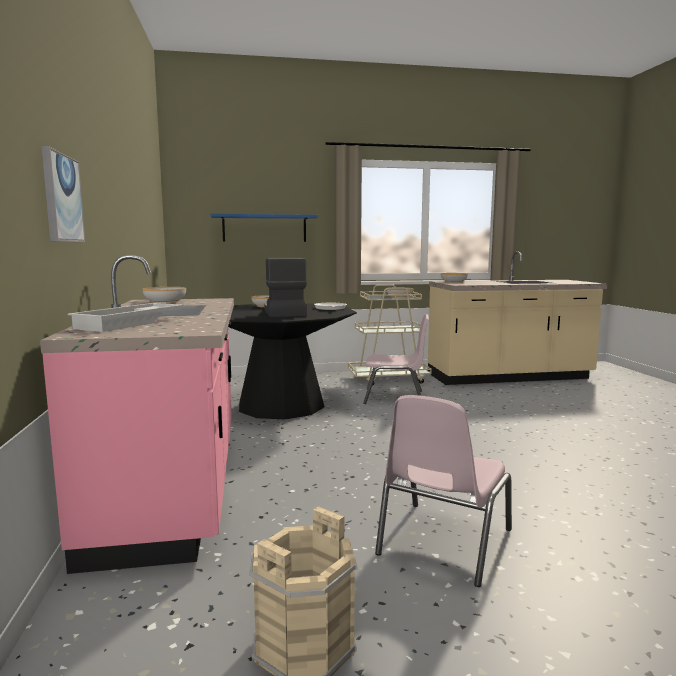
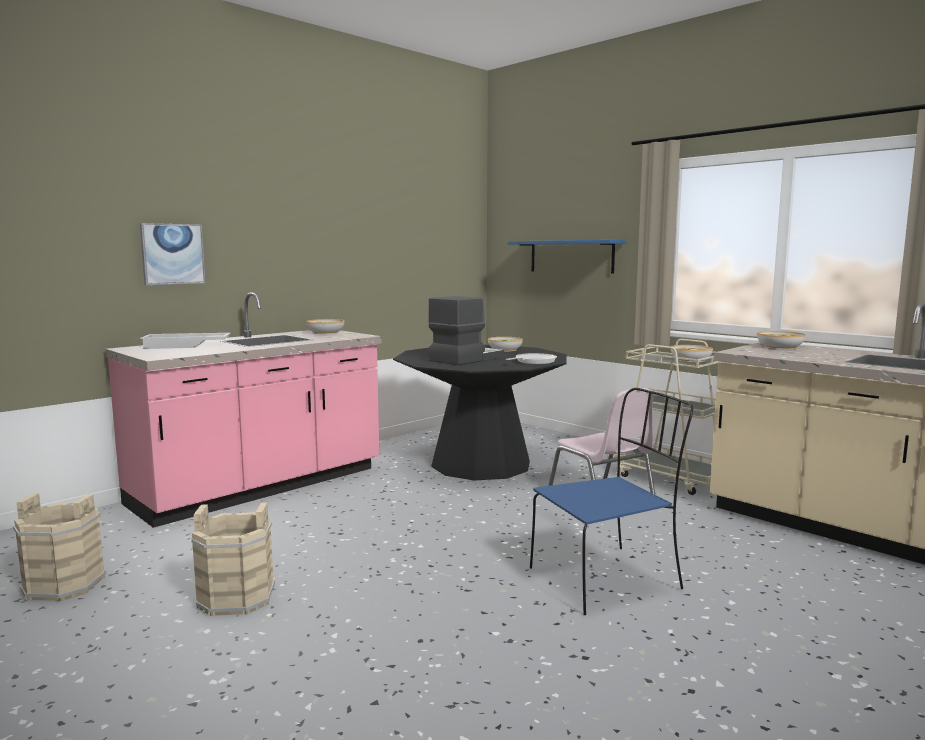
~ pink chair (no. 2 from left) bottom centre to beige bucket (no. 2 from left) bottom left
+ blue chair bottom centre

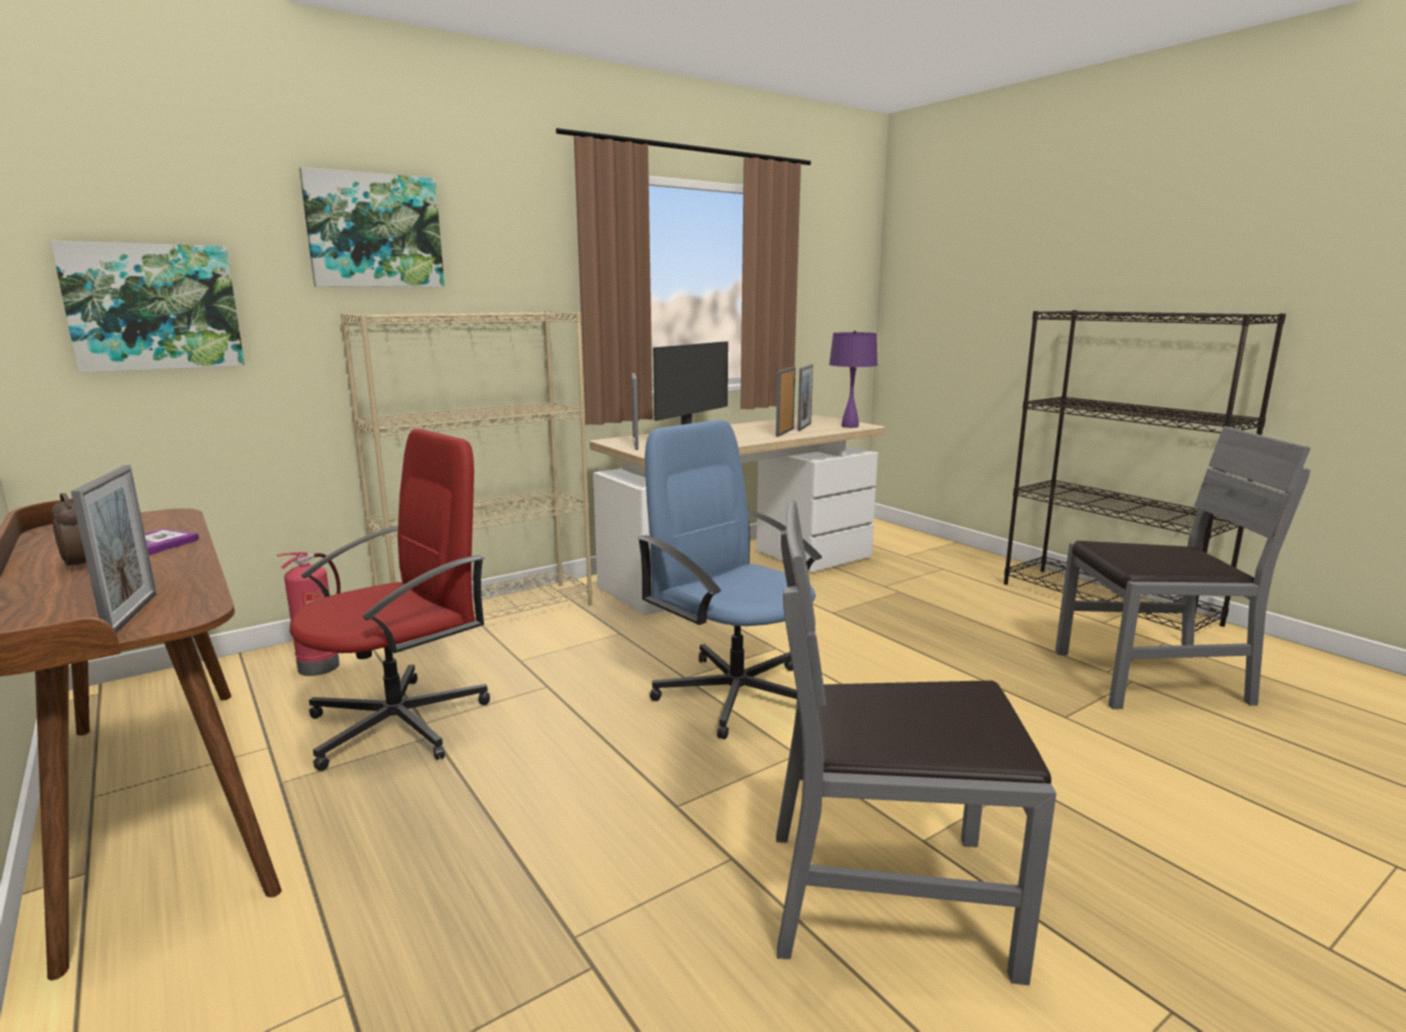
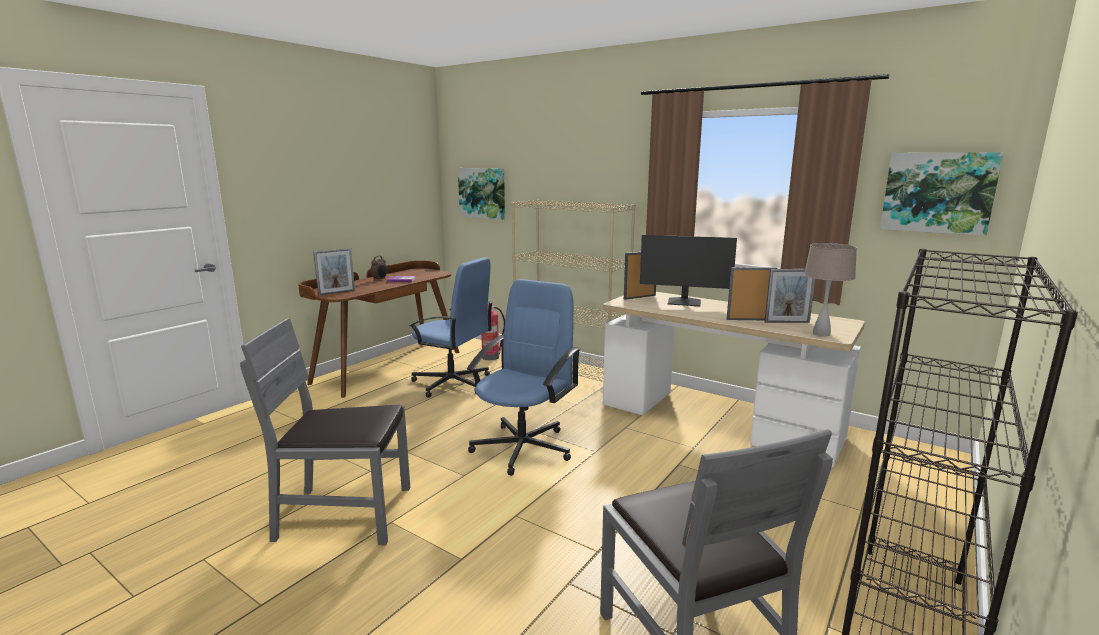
~ red office chair middle left to blue office chair (no. 1 from left) centre
~ picture (no. 2 from left) top left to top right
~ grey chair (no. 1 from left) bottom centre = bottom left 75 degrees counterclockwise
~ purple table lamp centre to beige table lamp middle right

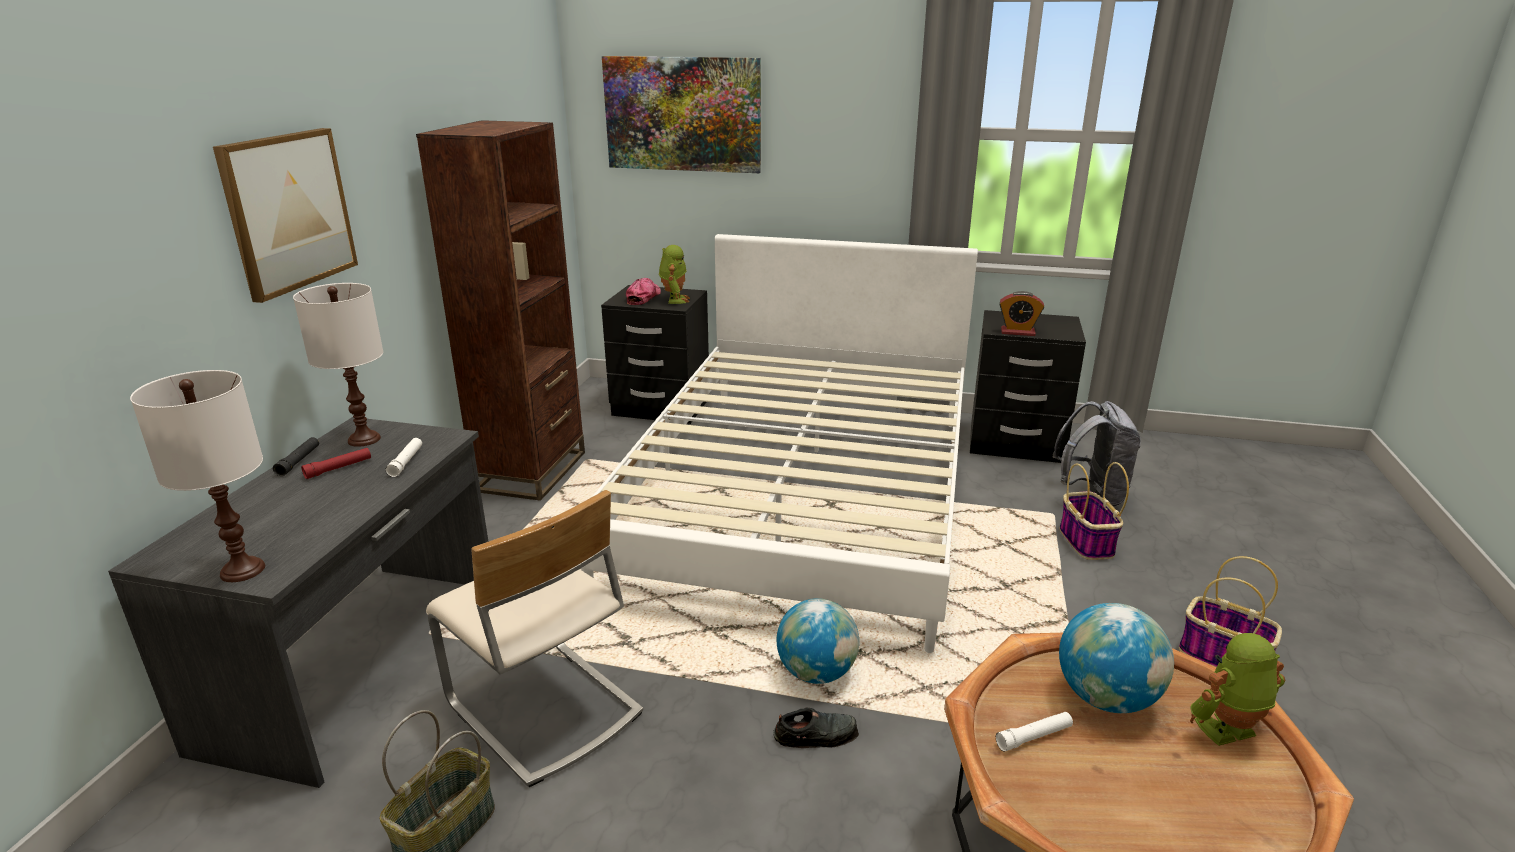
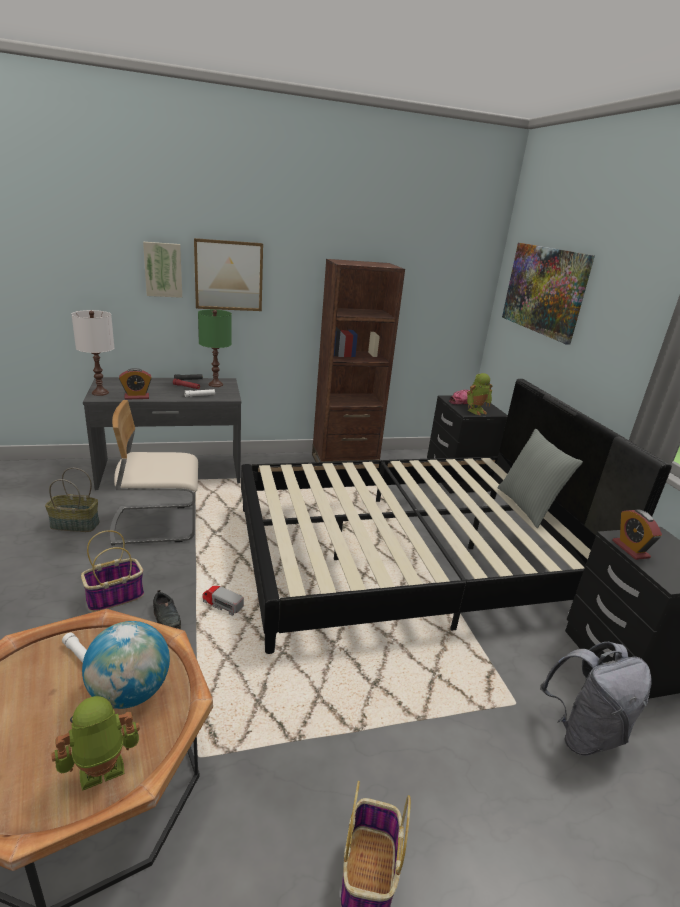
~ white table lamp (no. 2 from left) middle left to green table lamp middle left
~ beige chair bottom centre = middle left 60 degrees clockwise
~ white bed centre to black bed middle right
~ globe (no. 1 from left) bottom centre to toy truck middle left
~ basket (no. 2 from left) middle right to middle left
~ toy robot (no. 2 from left in the first image) bottom right = bottom left 75 degrees counterclockwise
+ alarm clock (no. 1 from left) middle left
+ picture (no. 1 from left) top left
+ grey pillow middle right

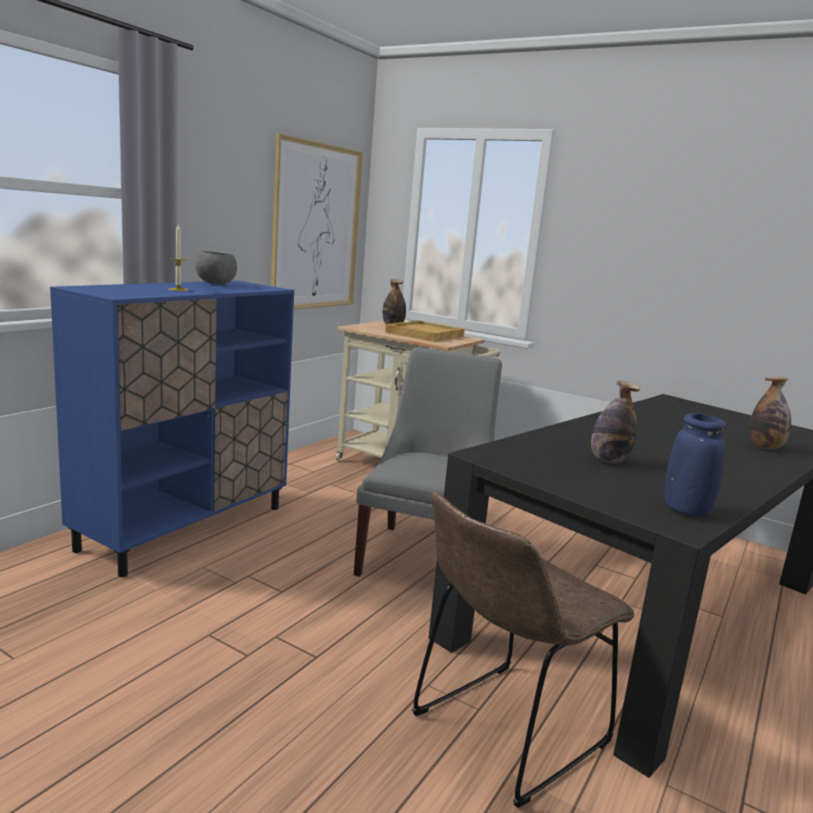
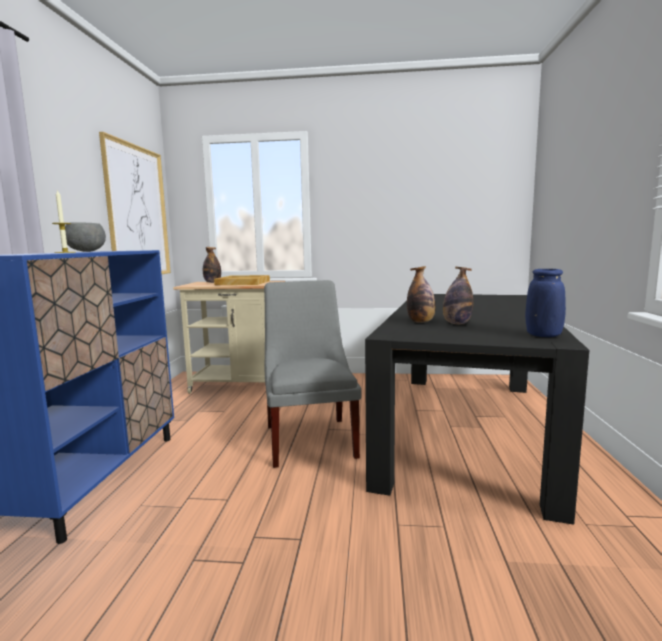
- brown chair bottom centre
~ bottle (no. 3 from left in the first image) middle right to bottle (no. 2 from left) centre

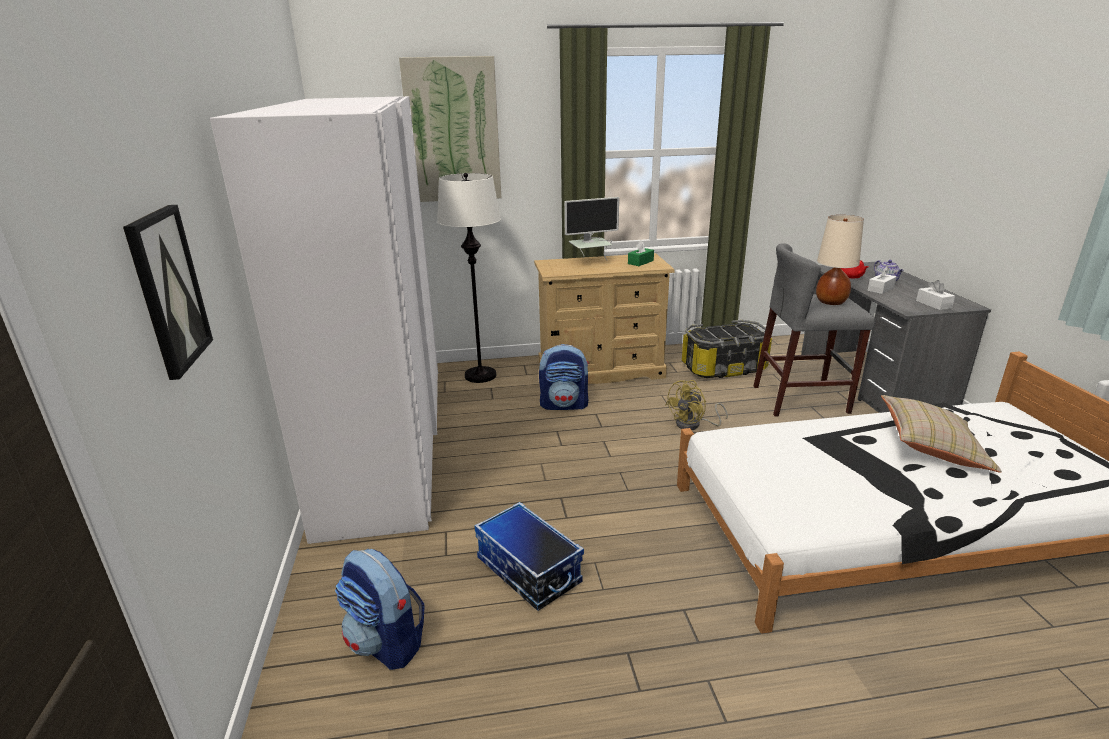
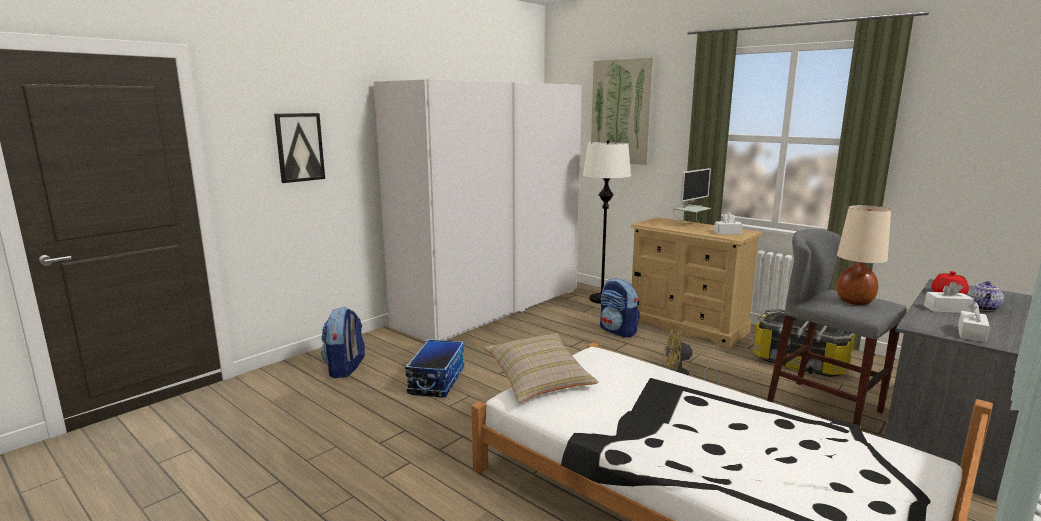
~ monitor top centre = centre 75 degrees counterclockwise
~ green tissue box centre to white tissue box (no. 1 from left) middle right
~ beige pillow middle right to bottom centre

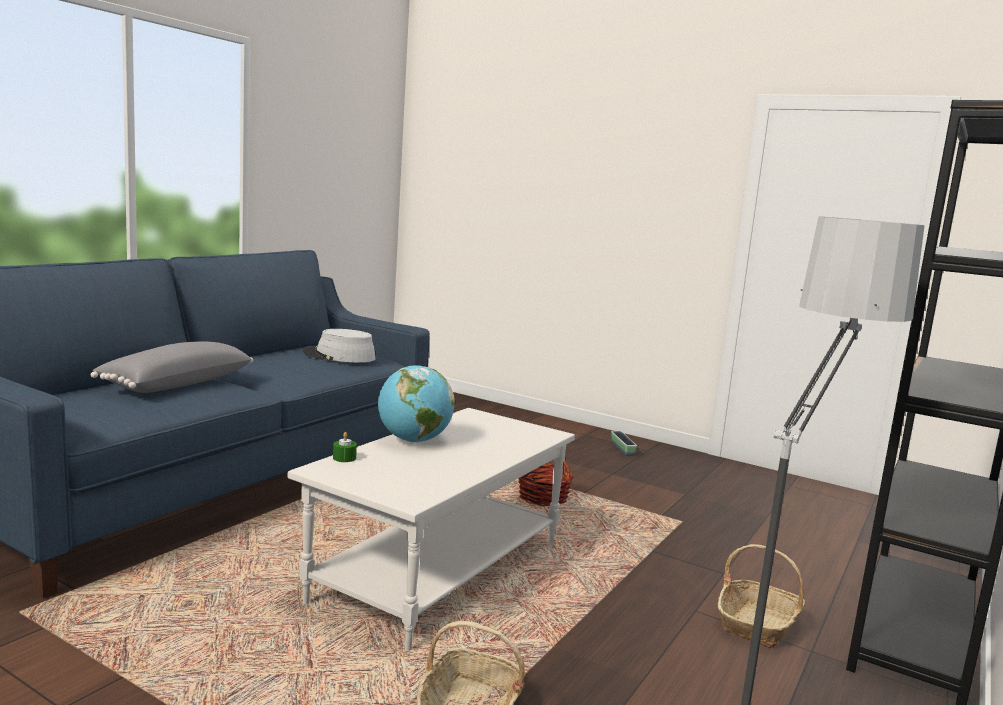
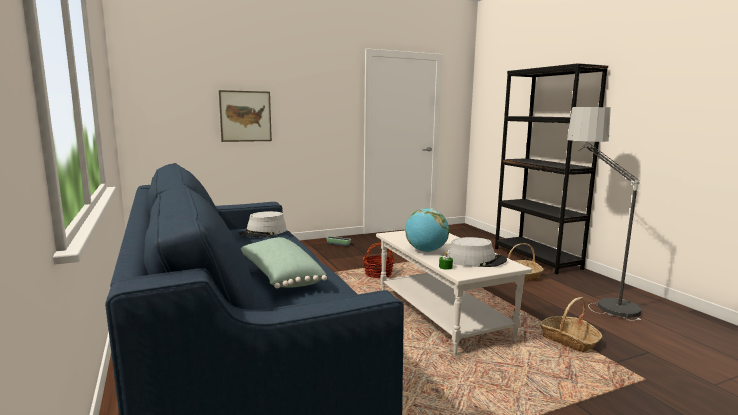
~ grey pillow middle left to green pillow centre
+ picture top left
+ grey hat (no. 2 from left) centre

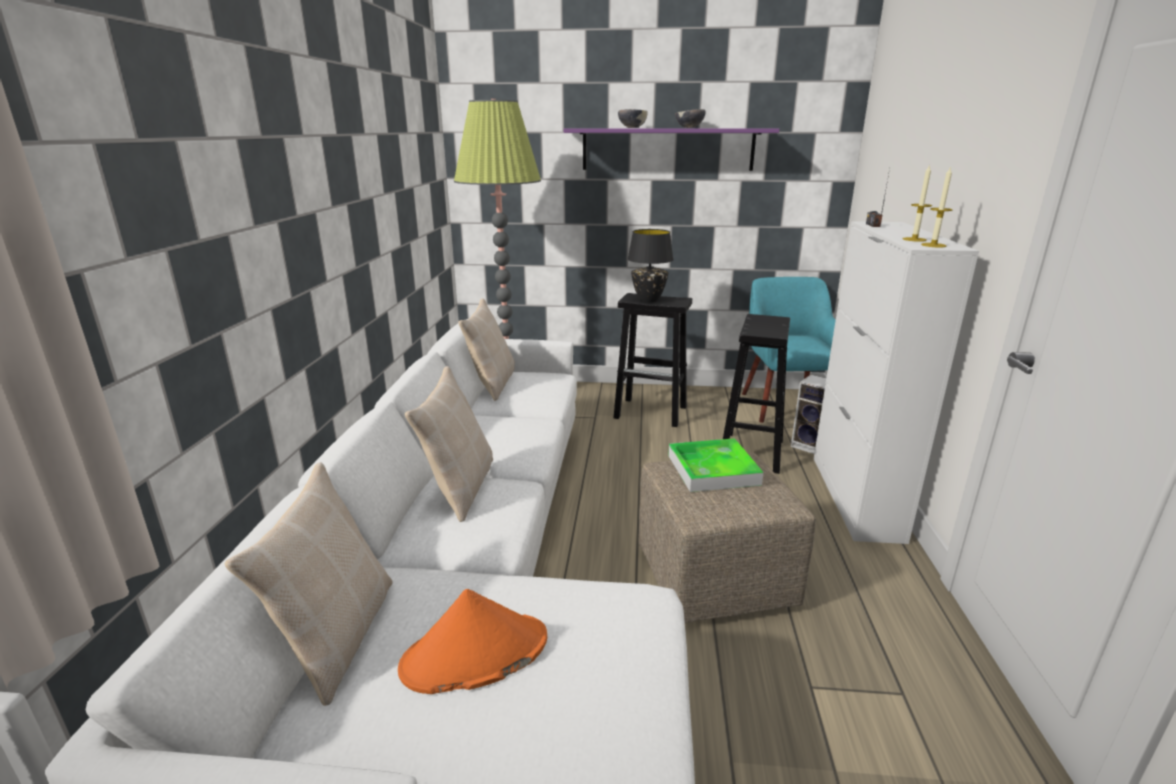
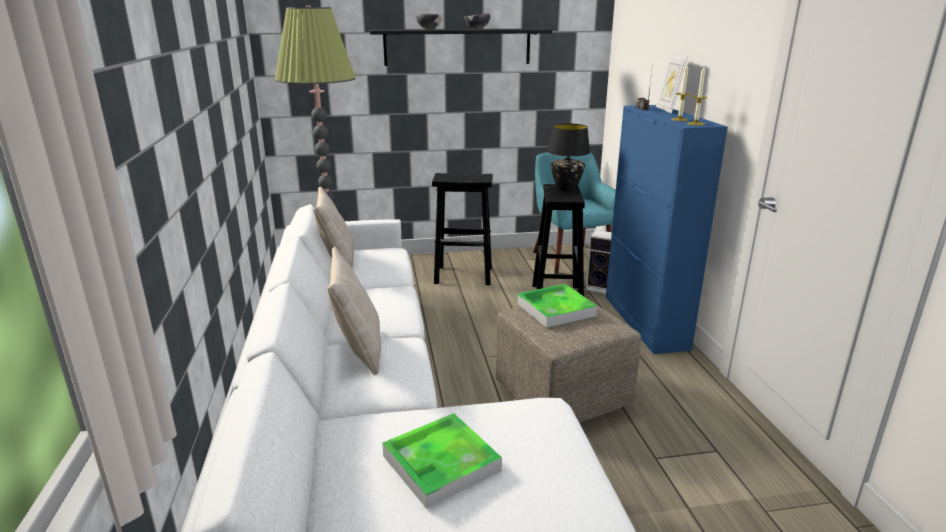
- beige pillow (no. 1 from left) bottom left
~ orange hat bottom centre to tray (no. 1 from left) bottom centre
~ purple shelf top centre to black shelf top centre
~ black table lamp centre to top centre
~ white cabinet middle right to blue cabinet middle right
+ picture frame top right

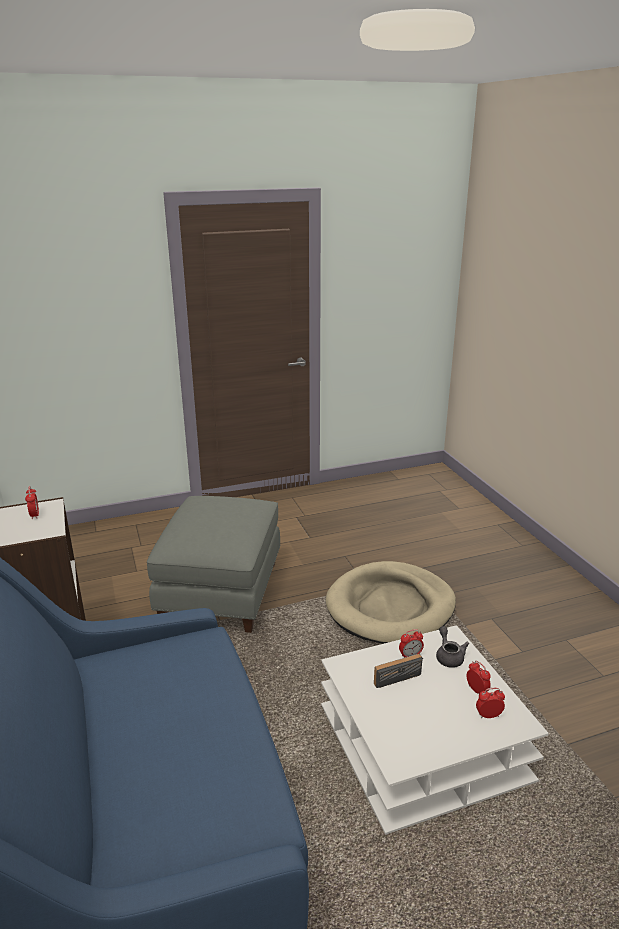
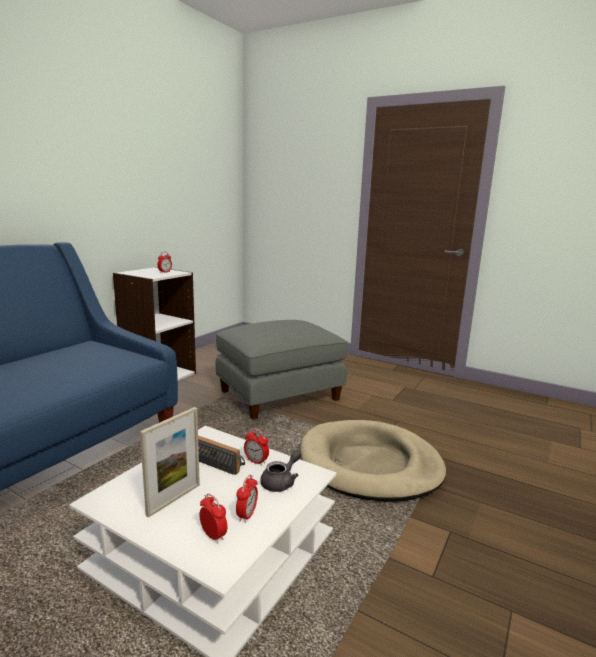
+ picture frame bottom left

